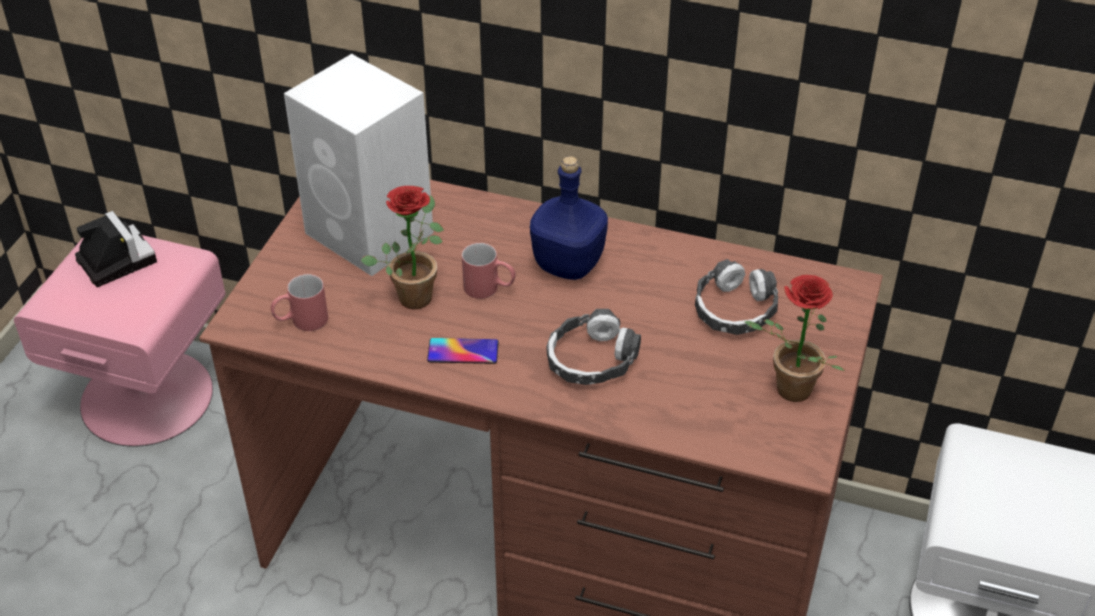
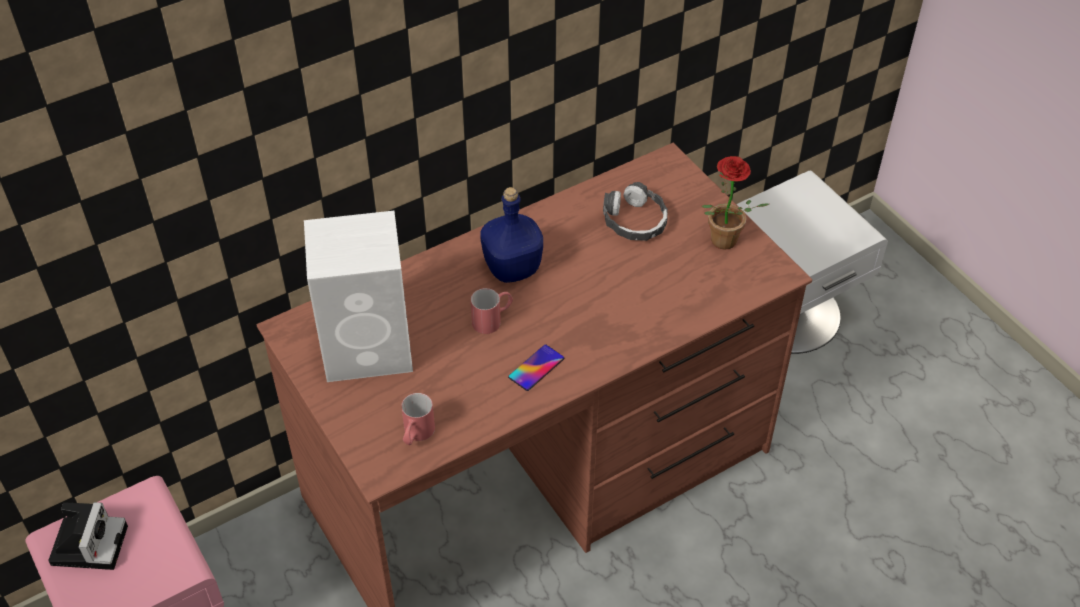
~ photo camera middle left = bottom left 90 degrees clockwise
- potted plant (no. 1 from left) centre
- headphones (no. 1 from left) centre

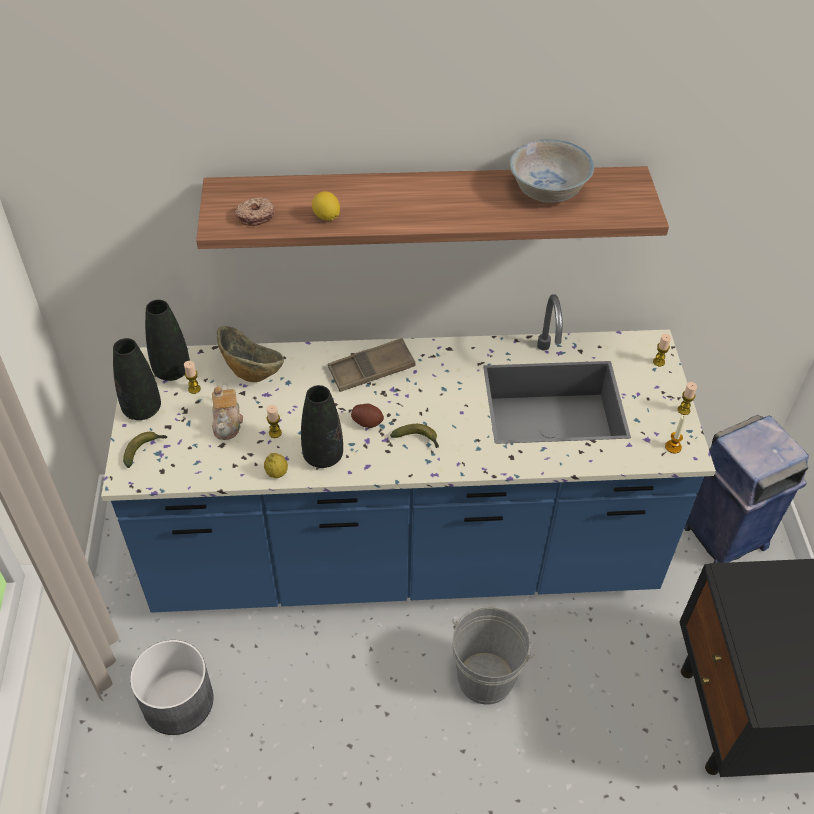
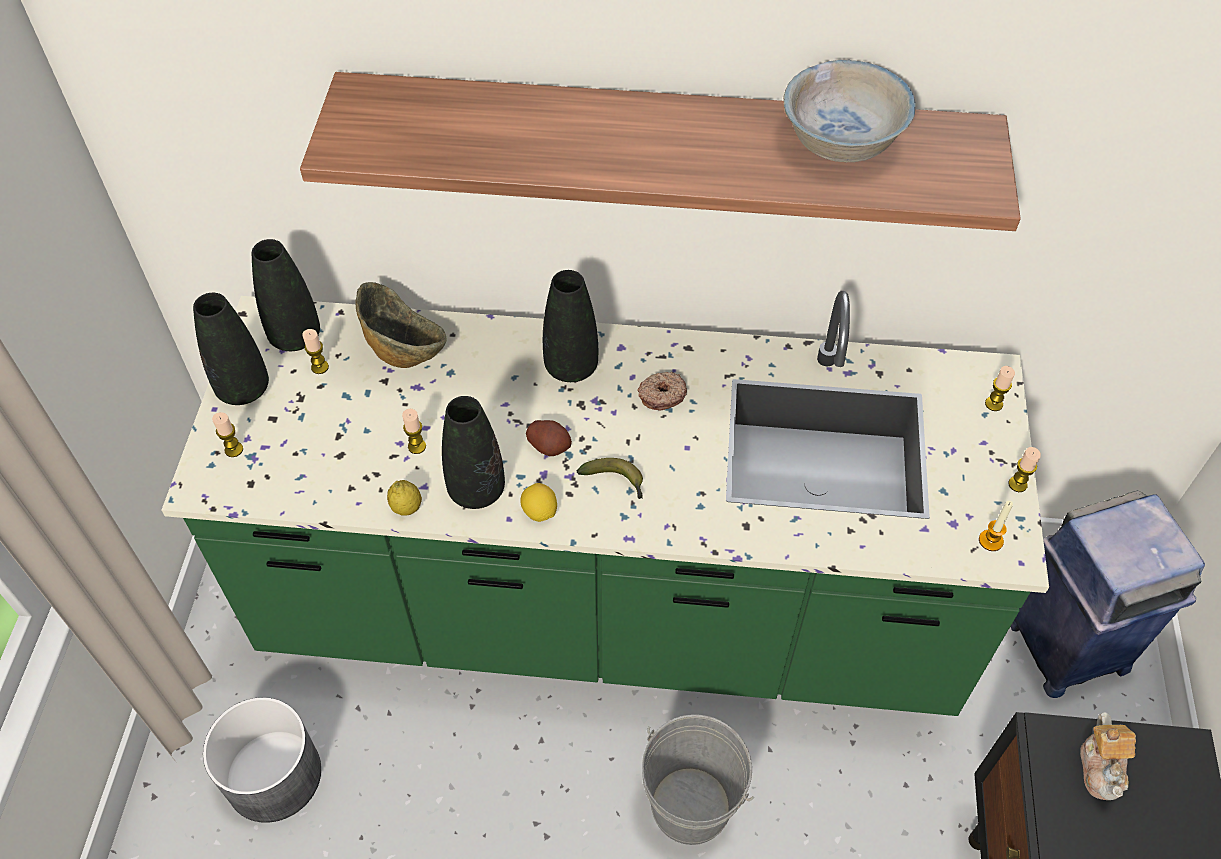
~ blue counter centre to green counter centre
~ banana (no. 1 from left) middle left to candle (no. 1 from left) middle left
~ teapot middle left to bottom right
~ donut top left to centre
~ lemon (no. 2 from left) top centre to centre
~ brown tray centre to black vase (no. 4 from left) centre

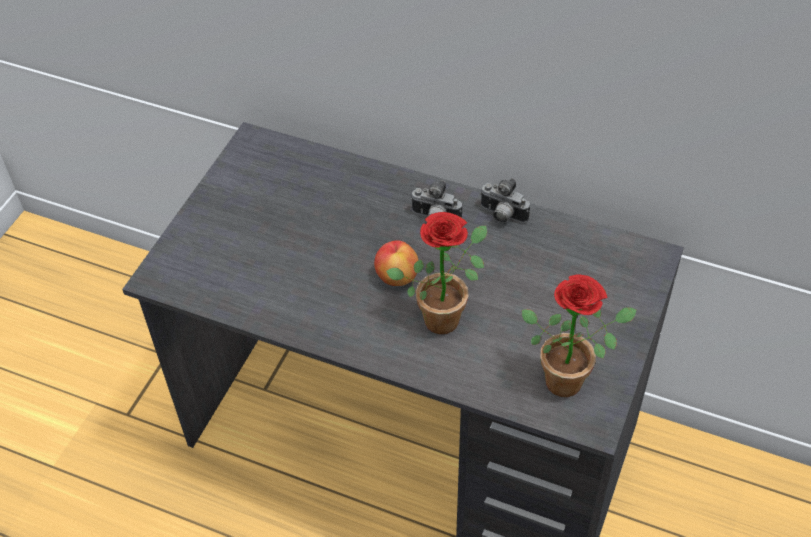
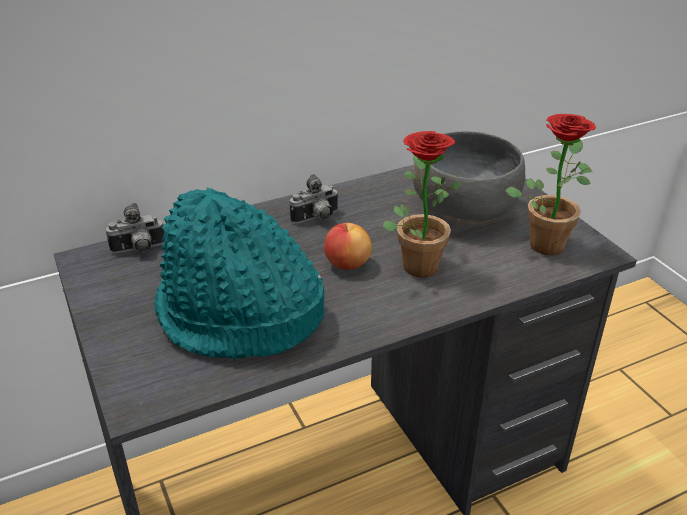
~ photo camera (no. 2 from left in the first image) centre to photo camera (no. 1 from left) middle left
+ turquoise hat centre
+ grey bowl middle right

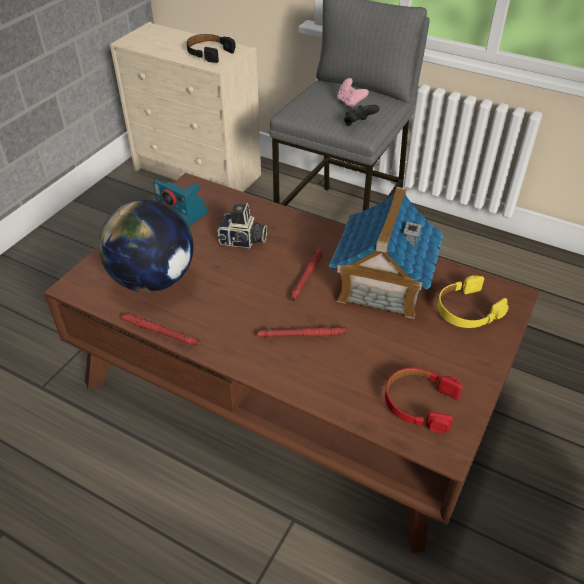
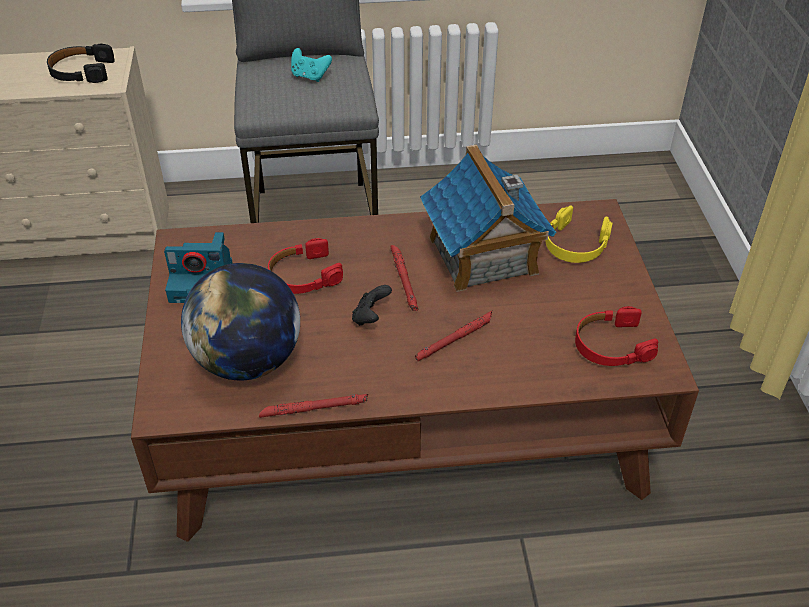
~ photo camera (no. 2 from left) centre to red headphones (no. 1 from left) centre
~ pink game controller top centre to turquoise game controller top centre
~ black game controller top centre to centre

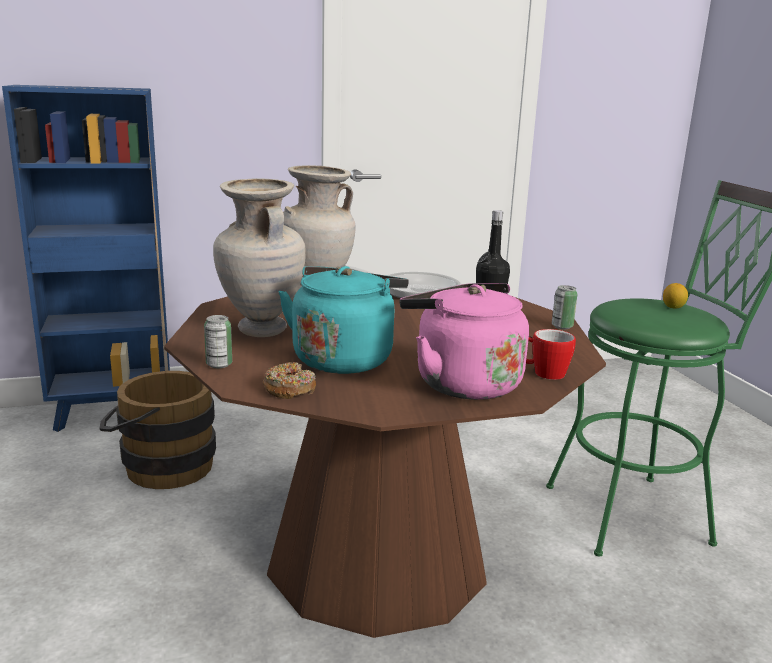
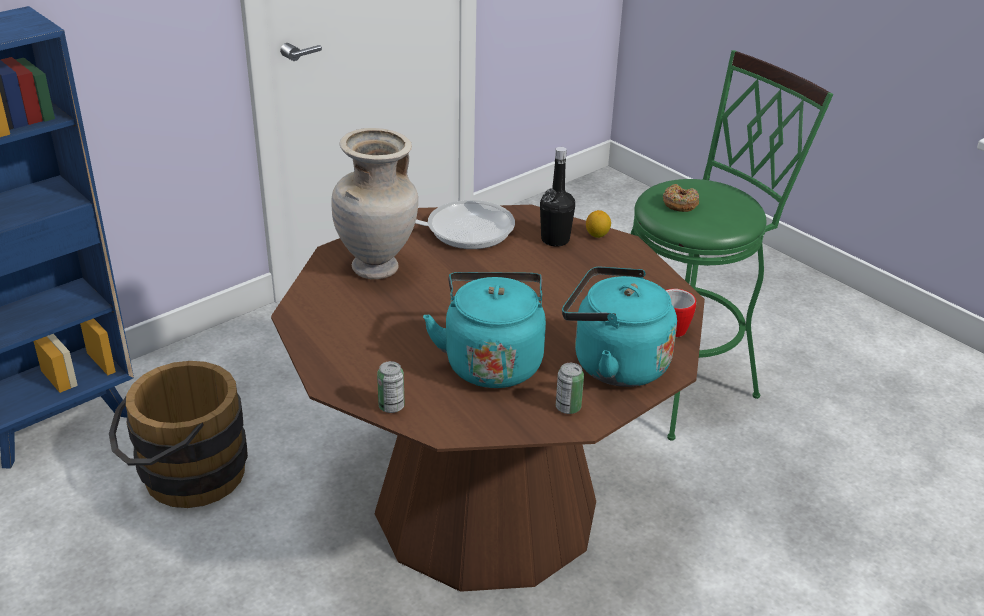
- beige vase (no. 1 from left) centre
~ donut centre to top right
~ pink kettle centre to turquoise kettle (no. 2 from left) centre
~ can (no. 2 from left) middle right to centre
~ lemon middle right to centre

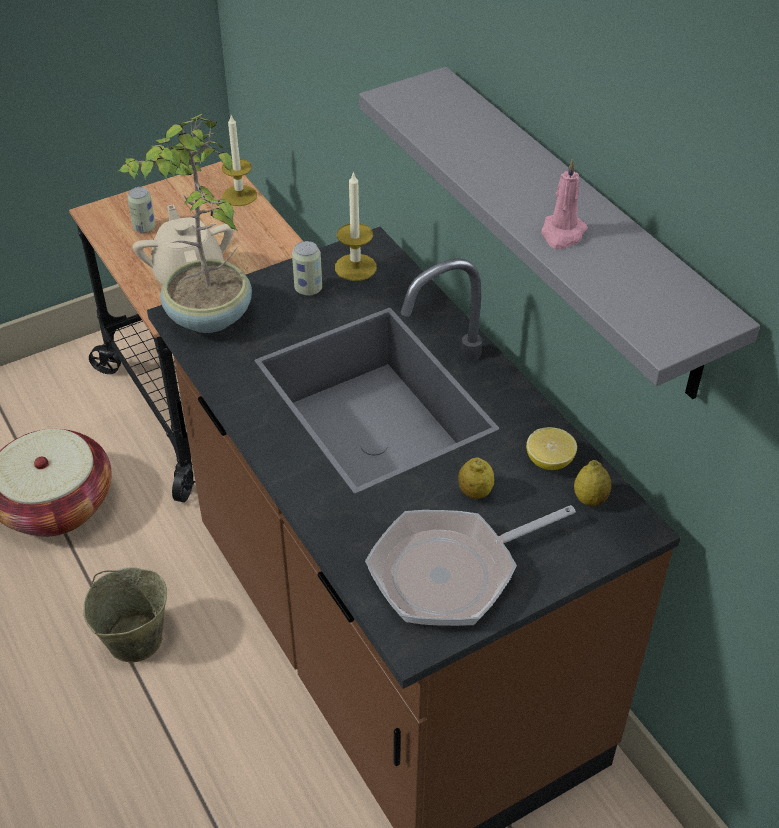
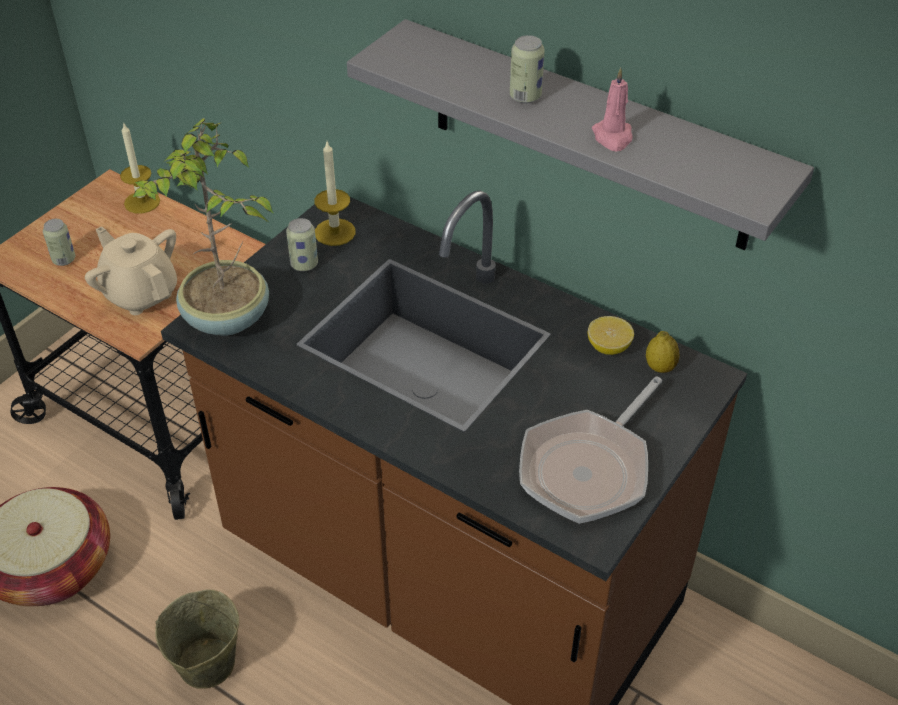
- lemon (no. 1 from left) centre
+ can (no. 3 from left) top centre

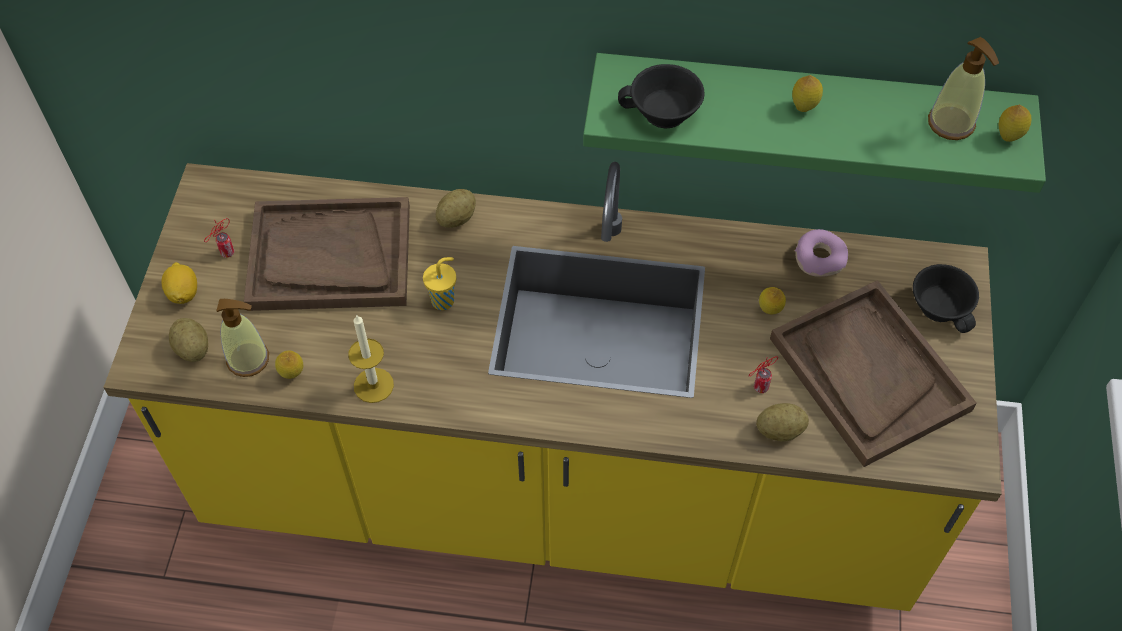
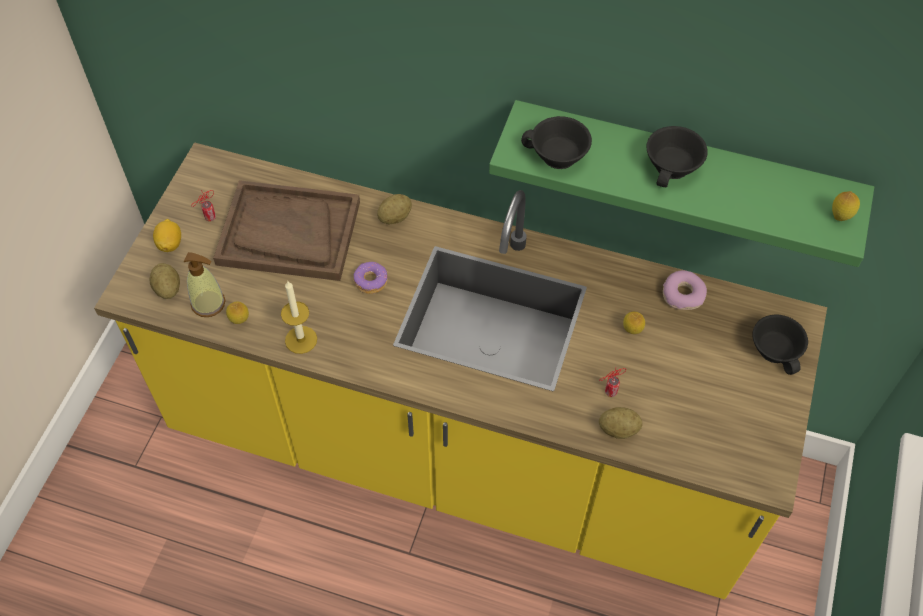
~ yellow cup centre to donut (no. 1 from left) centre
- brown tray (no. 2 from left) middle right
~ lemon (no. 4 from left) top right to black cup (no. 2 from left) top right
- soap dispenser (no. 2 from left) top right

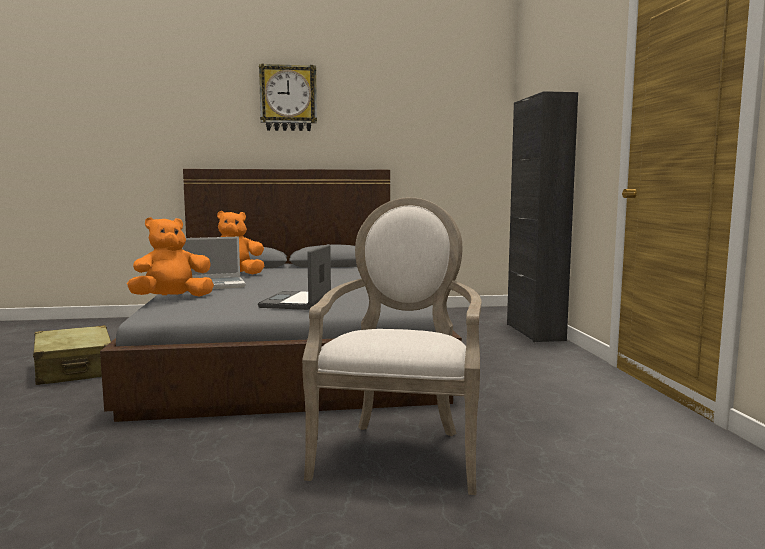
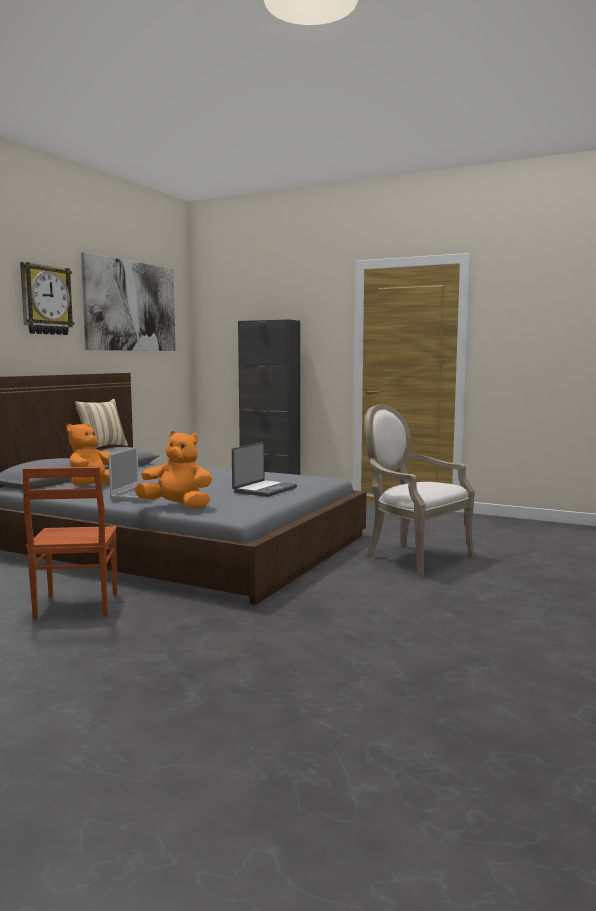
~ beige suitcase middle left to brown chair middle left
~ orange plush toy (no. 1 from left in the first image) middle left = middle left 105 degrees clockwise
~ laptop (no. 2 from left) centre = centre 105 degrees counterclockwise
+ beige pillow middle left
+ picture top left

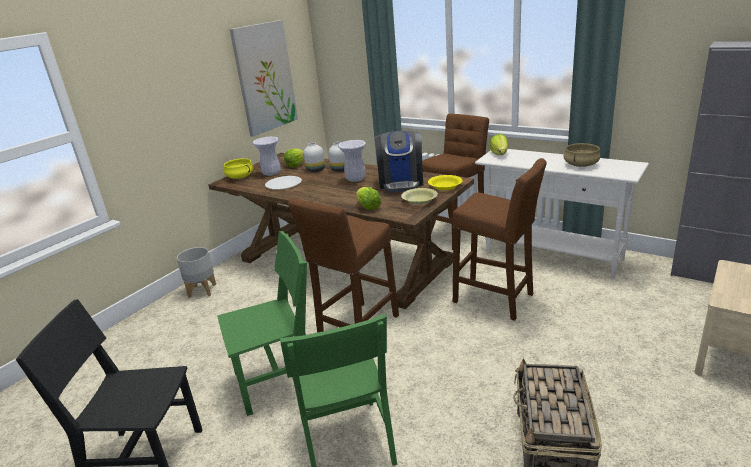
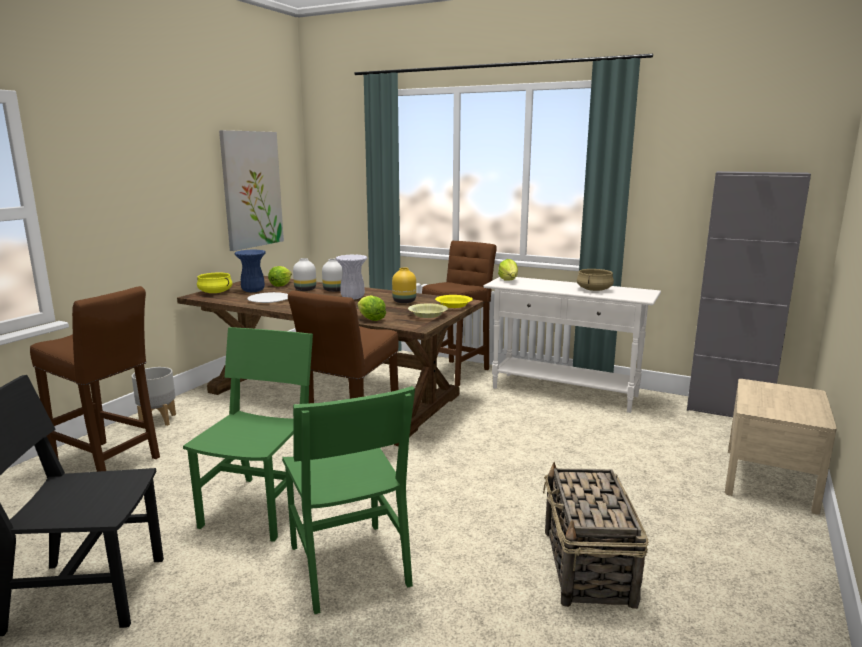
~ green chair (no. 1 from left) bottom centre = bottom left 45 degrees counterclockwise
~ white vase (no. 1 from left) centre to blue vase middle left
~ coffee machine centre to yellow vase centre
~ brown stool (no. 3 from left in the first image) centre to brown stool (no. 1 from left) middle left

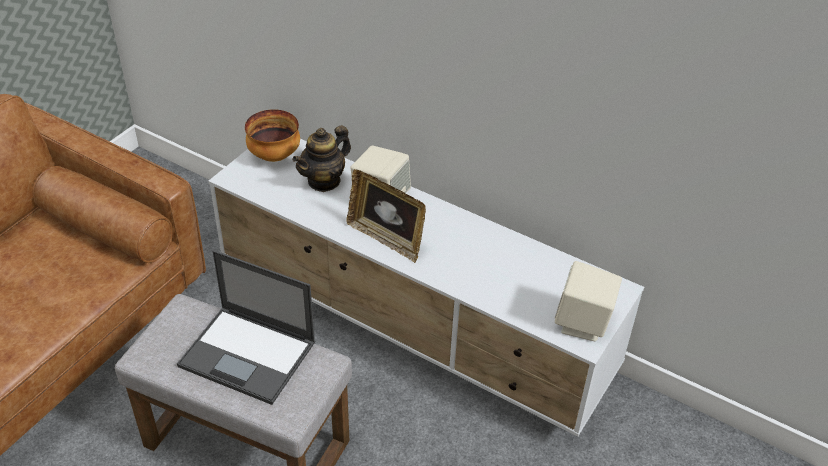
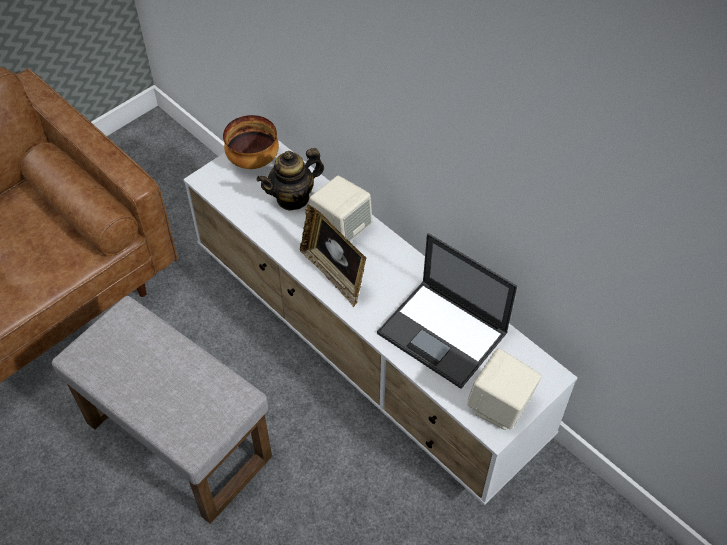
~ laptop bottom left to centre

